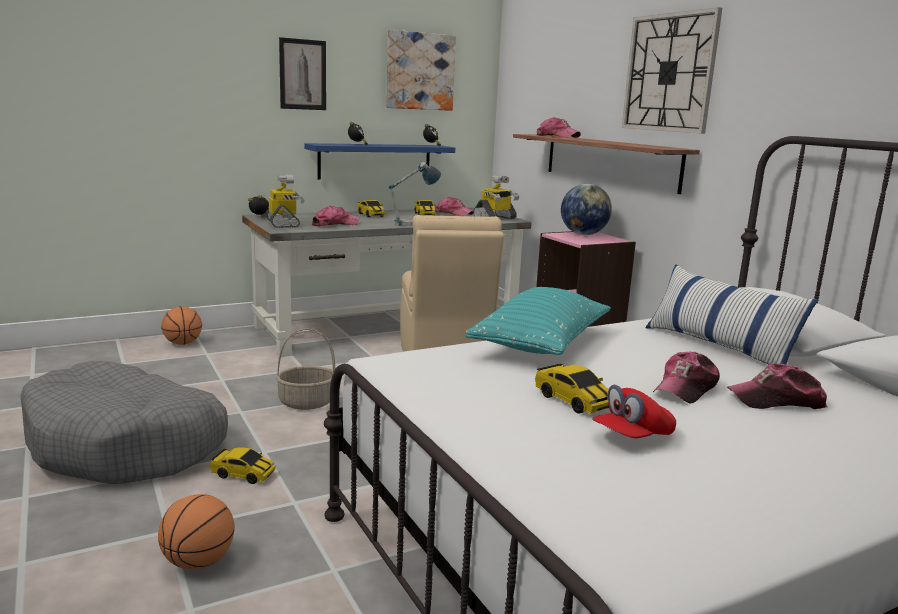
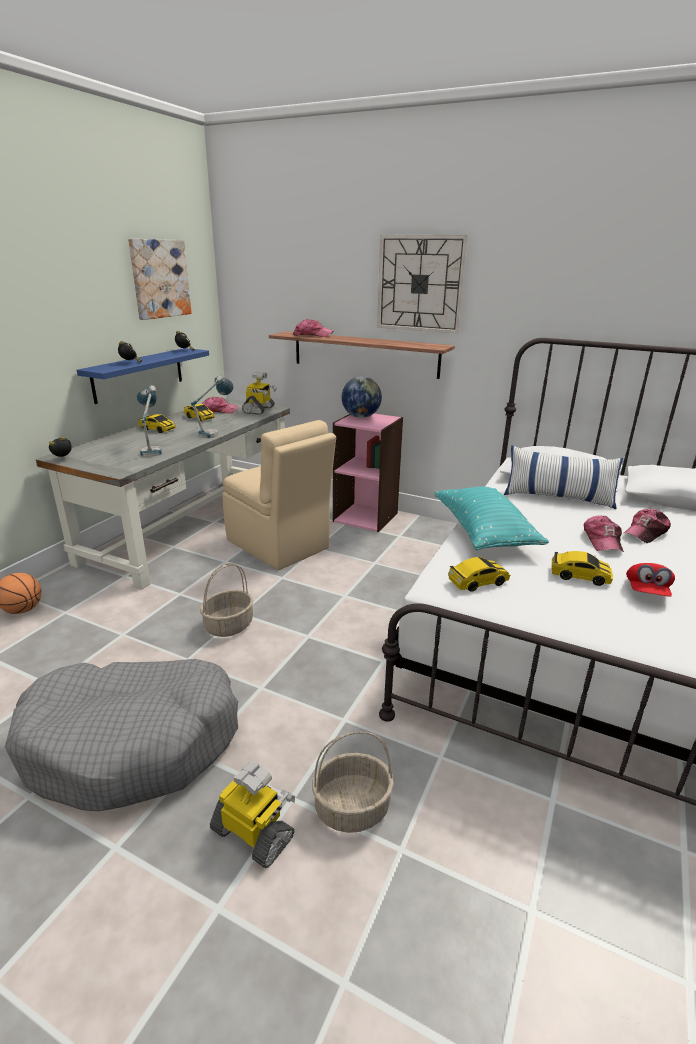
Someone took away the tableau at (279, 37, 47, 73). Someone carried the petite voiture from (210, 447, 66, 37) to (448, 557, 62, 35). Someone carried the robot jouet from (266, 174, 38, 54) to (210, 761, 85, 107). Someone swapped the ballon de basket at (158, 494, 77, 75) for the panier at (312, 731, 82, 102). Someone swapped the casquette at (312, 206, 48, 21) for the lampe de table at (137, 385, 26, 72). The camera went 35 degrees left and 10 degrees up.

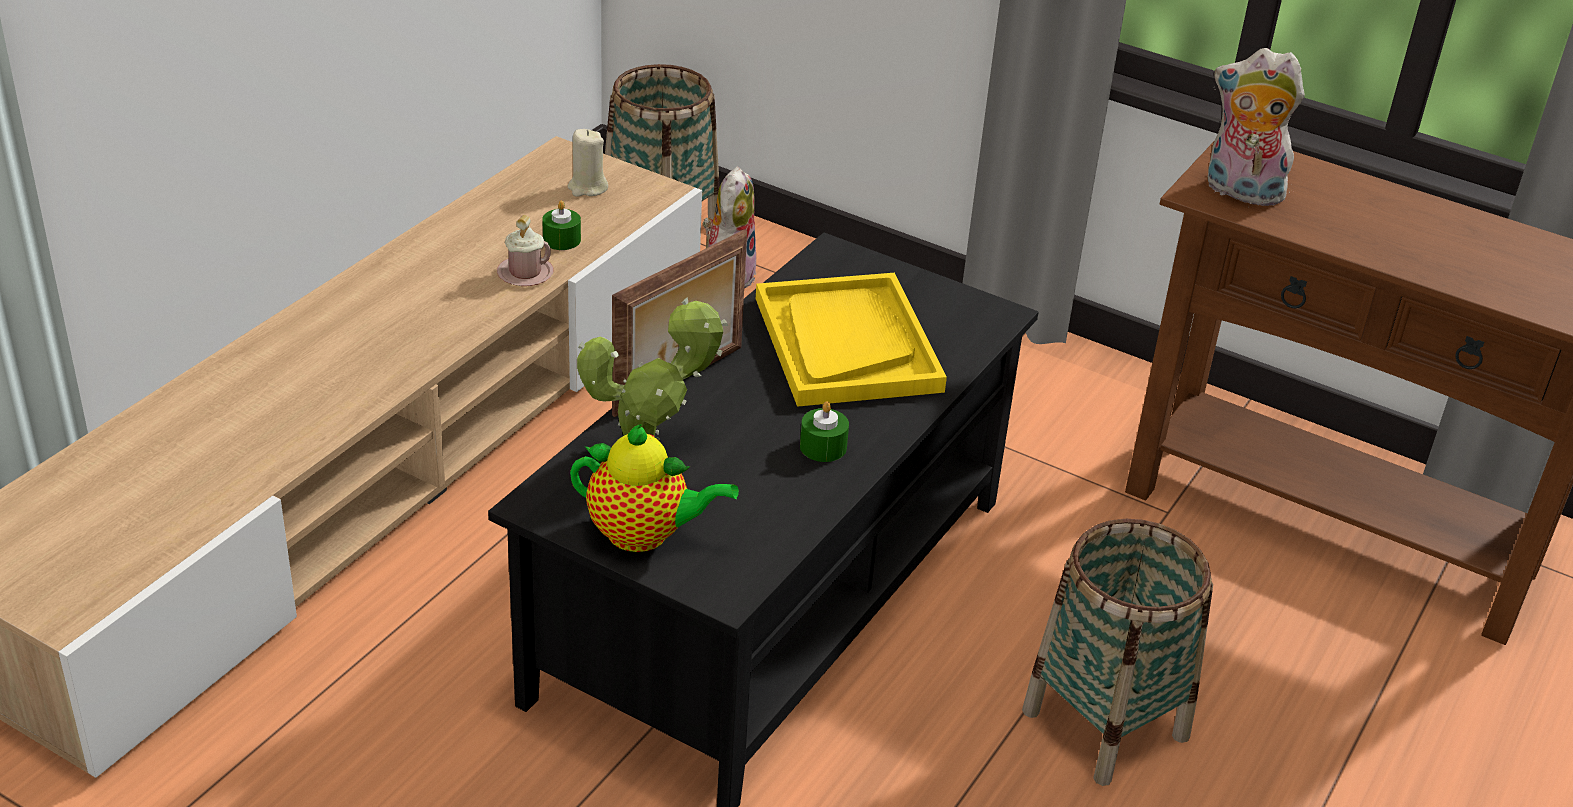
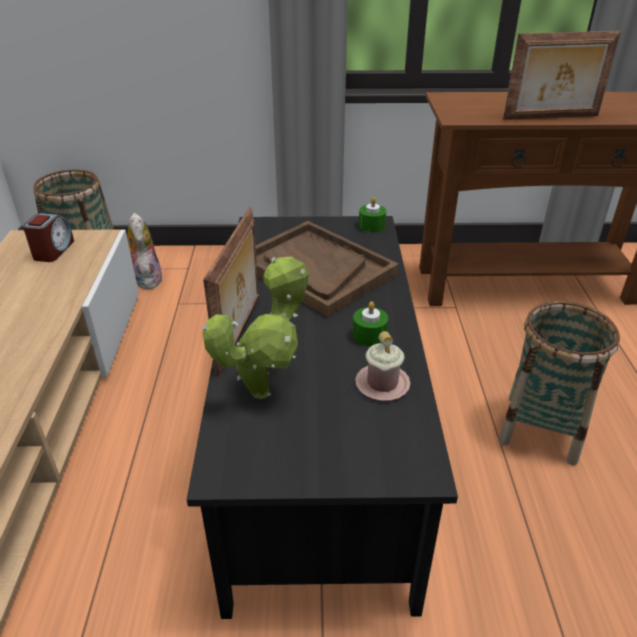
Someone took away the théière at (570, 424, 169, 128). Someone took away the peluche at (1208, 48, 97, 158). Someone put down the cadre photo at (503, 31, 118, 89). Someone carried the mug (rose) from (497, 215, 57, 71) to (355, 331, 56, 70). Someone carried the bougie (vert) from (542, 200, 39, 50) to (359, 197, 27, 36). Someone swapped the bougie (beige) at (568, 129, 40, 68) for the réveil at (23, 213, 51, 49). Someone repainted the plateau (jaune) at (756, 273, 191, 134), which became the plateau (marron) at (256, 221, 143, 96). The camera went 30 degrees left and 0 degrees up.

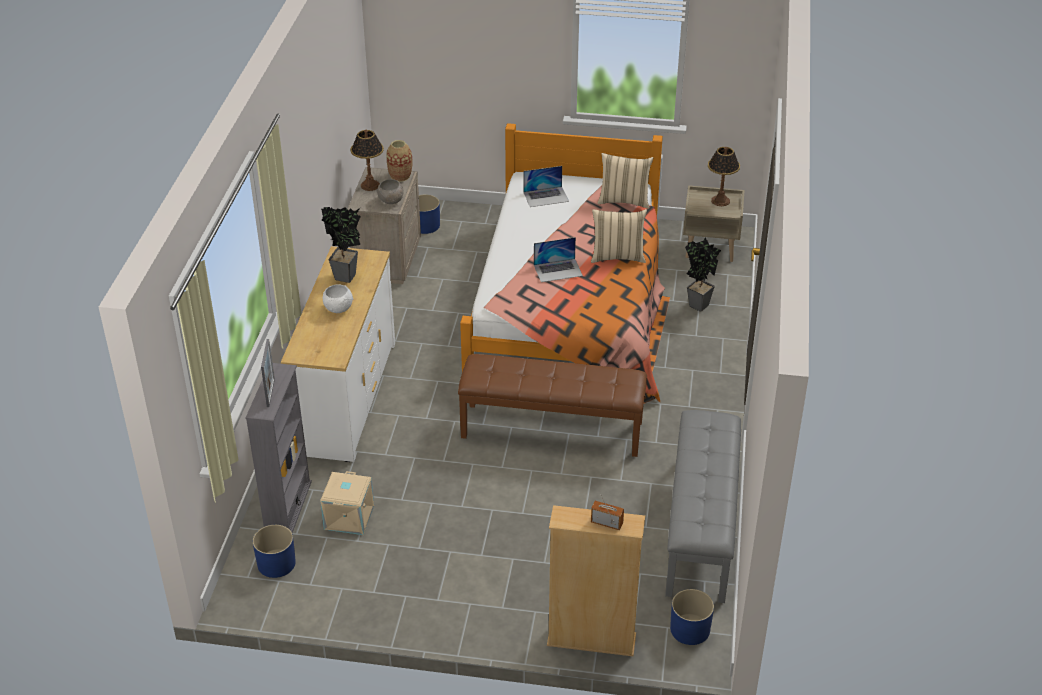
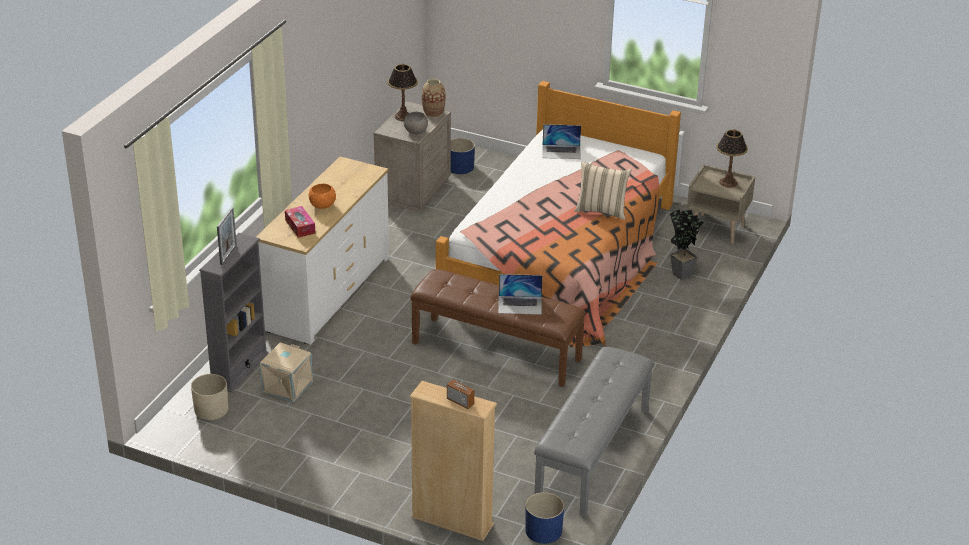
Someone took away the plante en pot at (321, 207, 39, 76). Someone took away the coussin (beige) at (597, 153, 56, 56). Someone put down the boîte à mouchoirs at (285, 206, 30, 32). Someone carried the ordinateur portable from (534, 237, 49, 45) to (498, 274, 45, 41). Someone repainted the cache-pot (bleu) at (253, 525, 43, 53), which became the cache-pot (beige) at (191, 374, 37, 46). Someone repainted the bol (blanc) at (323, 284, 30, 29), which became the bol (orange) at (309, 184, 27, 25). The camera went 15 degrees right and 5 degrees down.

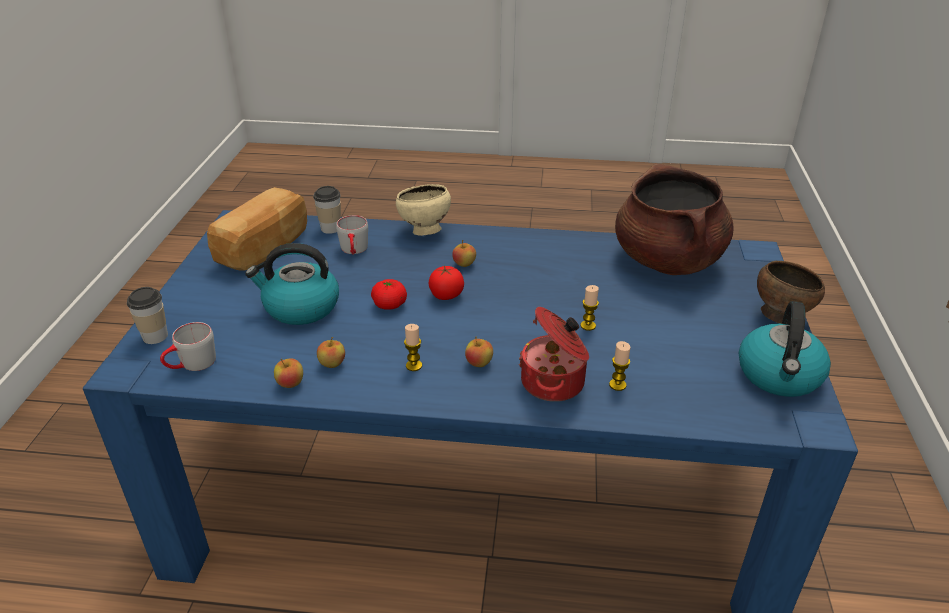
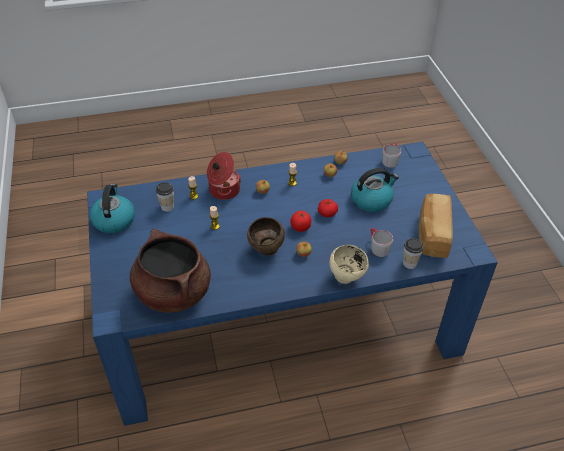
Someone carried the tasse from (127, 287, 41, 57) to (156, 182, 18, 30). Someone carried the bol (marron) from (757, 261, 68, 63) to (247, 217, 38, 39). The camera went 160 degrees right and 10 degrees up.

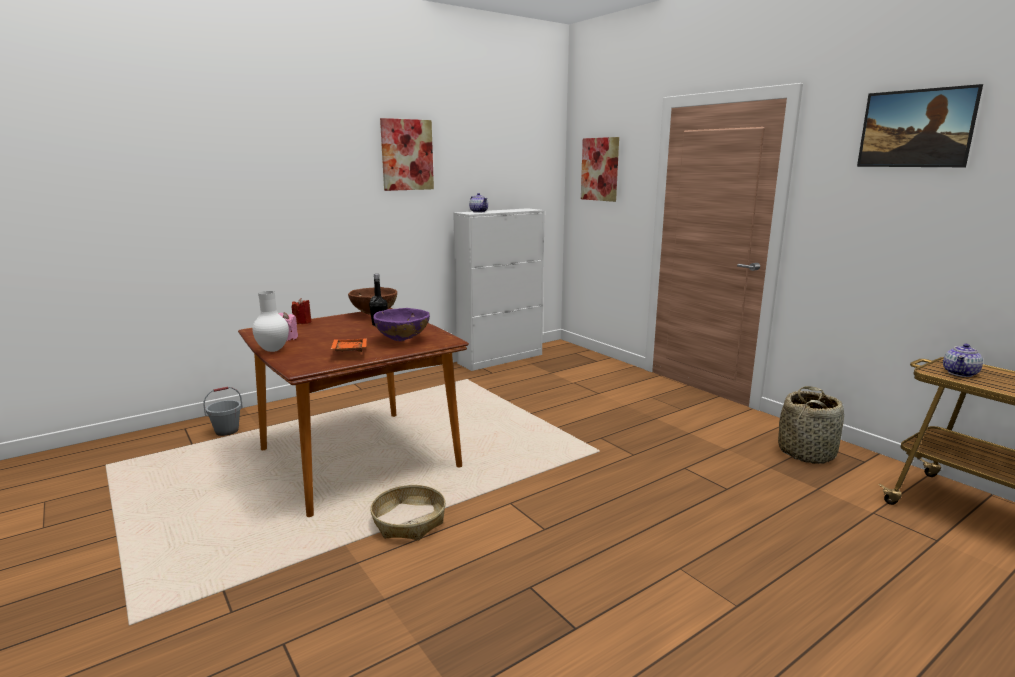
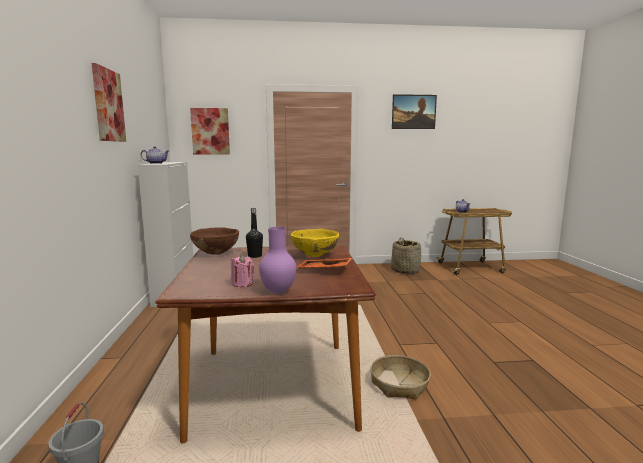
Someone took away the bougie (rouge) at (292, 298, 20, 26). Someone repainted the vase (blanc) at (252, 291, 37, 61), which became the vase (violet) at (259, 227, 37, 66). Someone repainted the bol (violet) at (373, 308, 57, 33), which became the bol (jaune) at (290, 229, 49, 28). The camera went 60 degrees left and 5 degrees down.

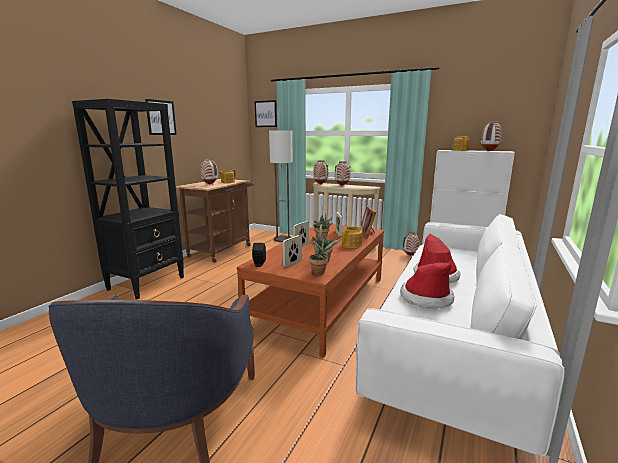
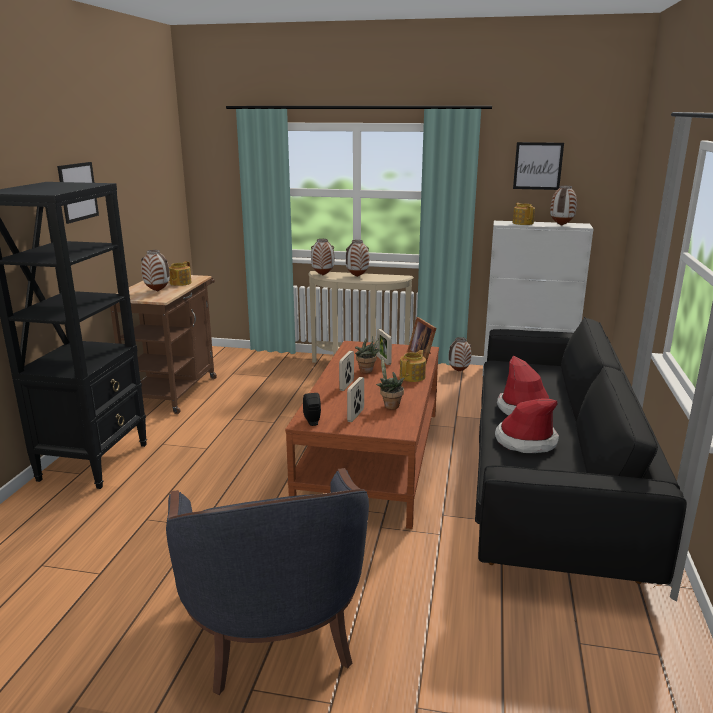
Someone took away the lampadaire at (269, 130, 24, 112). Someone took away the plante en pot at (309, 238, 33, 37). Someone carried the tableau from (255, 100, 22, 27) to (513, 142, 51, 48). Someone repainted the canapé (blanc) at (355, 214, 210, 242), which became the canapé (noir) at (475, 317, 212, 268). The camera went 15 degrees left and 5 degrees up.

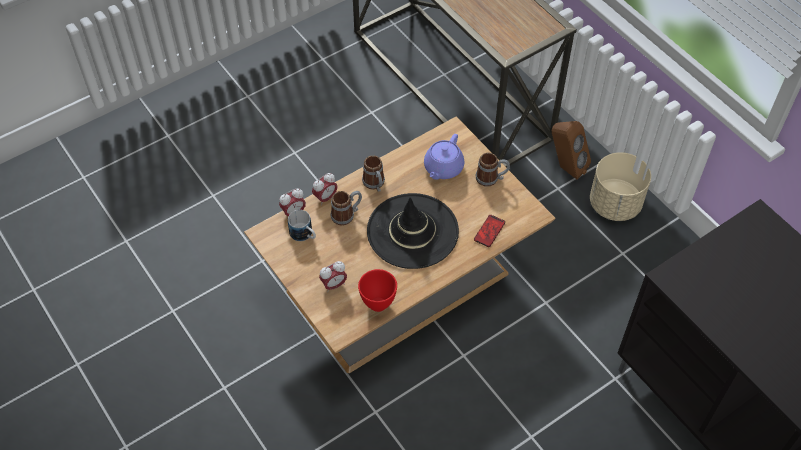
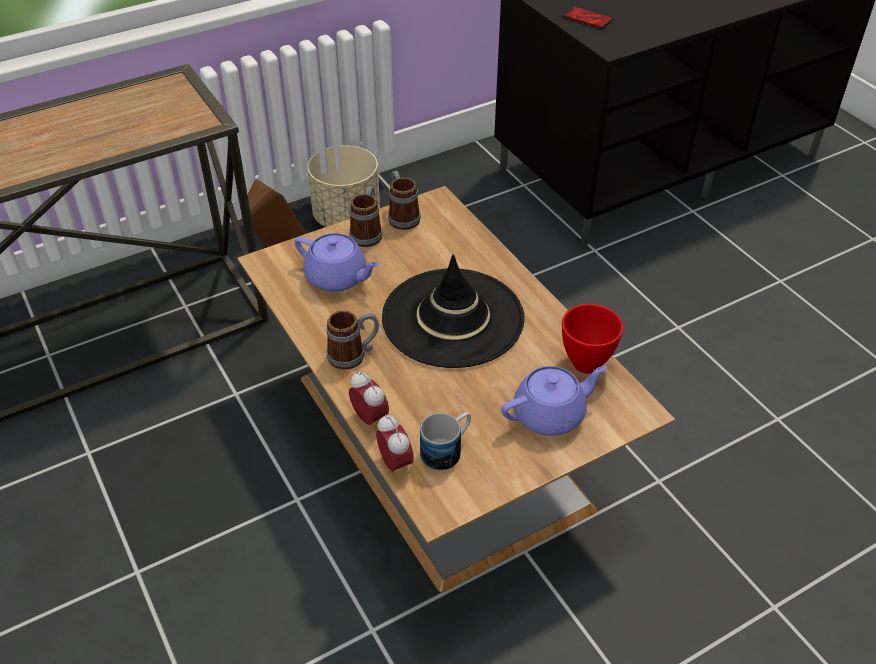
Someone carried the mug from (331, 191, 31, 34) to (388, 171, 33, 59). Someone carried the téléphone from (474, 215, 31, 32) to (562, 7, 50, 22). Someone swapped the réveil at (319, 261, 28, 31) for the théière (violet) at (501, 366, 106, 70). The camera went 85 degrees left and 10 degrees down.

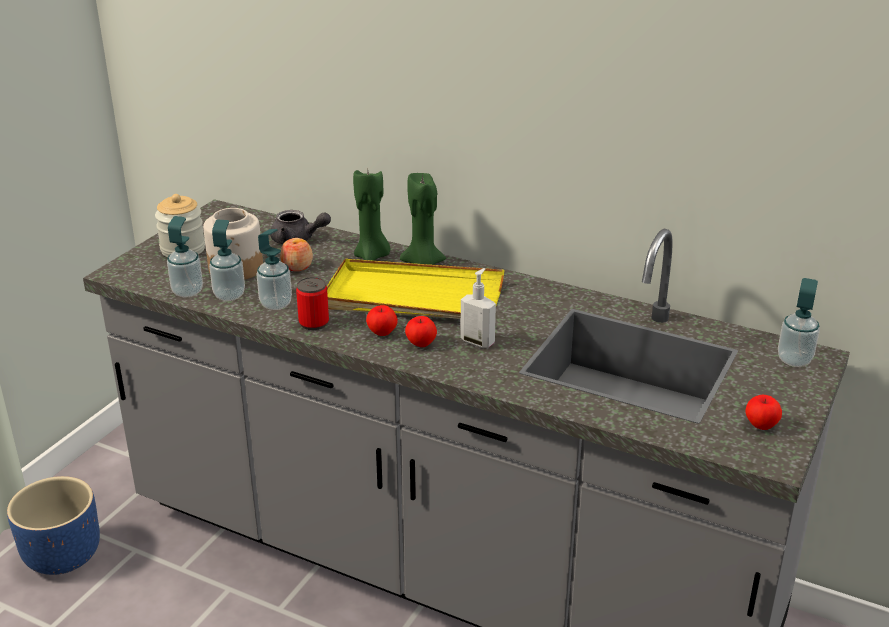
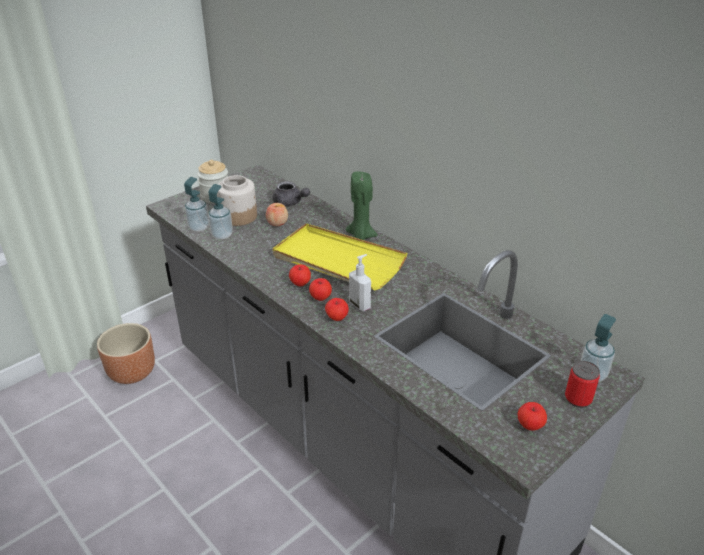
Someone took away the distributeur de savon at (257, 229, 35, 81). Someone took away the bougie (vert) at (353, 170, 37, 91). Someone put down the pomme at (325, 298, 24, 23). Someone carried the boîte métallique from (296, 277, 33, 53) to (565, 361, 35, 47). Someone repainted the cache-pot (bleu) at (7, 476, 93, 99), which became the cache-pot (marron) at (97, 323, 58, 61). The camera went 20 degrees right and 5 degrees up.

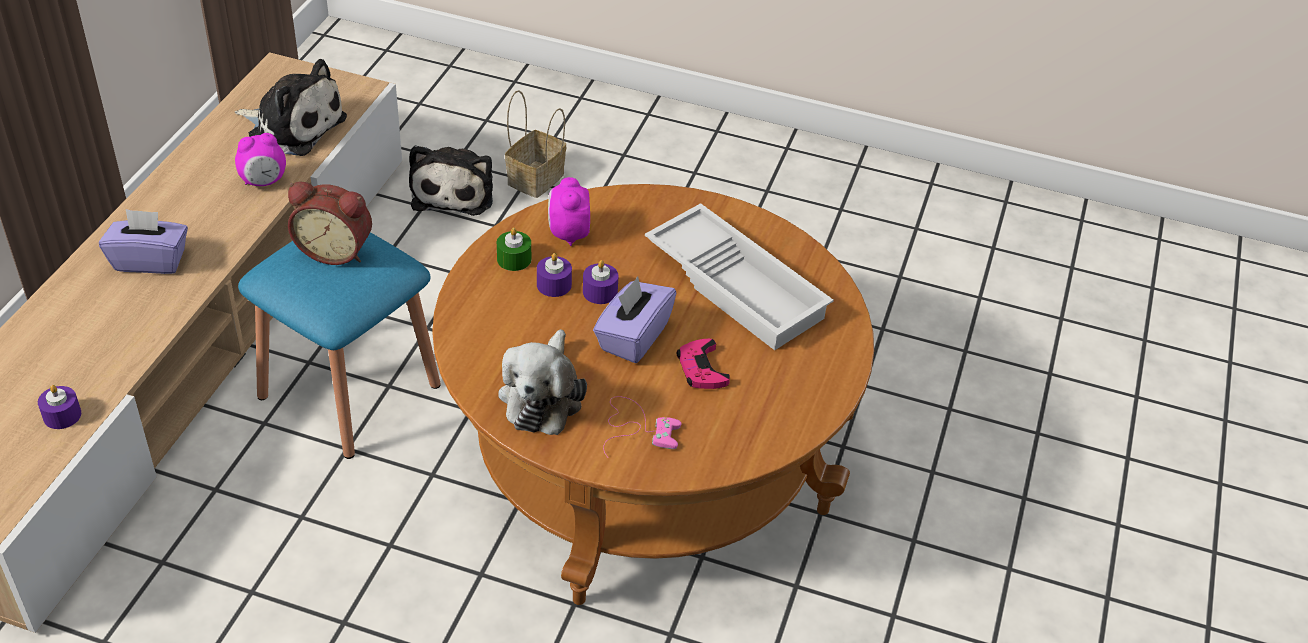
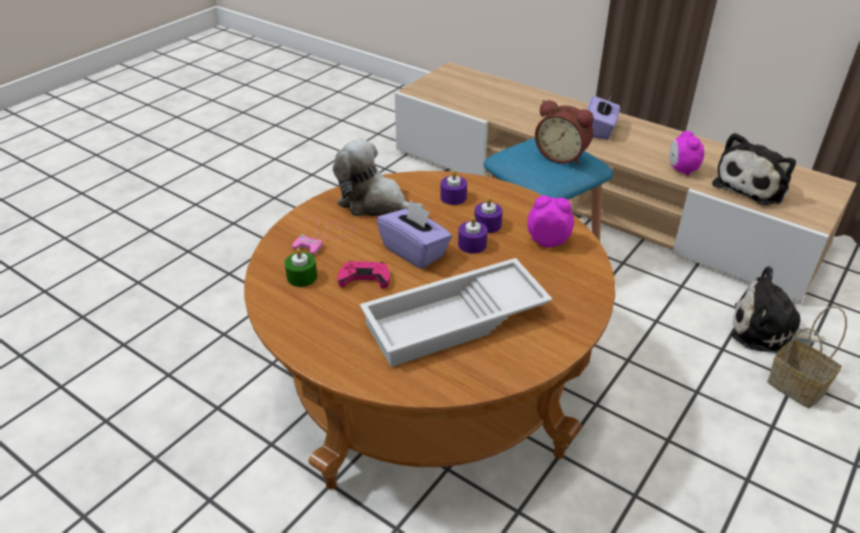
Someone carried the bougie (violet) from (38, 385, 43, 44) to (440, 170, 27, 35). Someone carried the bougie (vert) from (497, 227, 34, 44) to (285, 248, 32, 39). Someone rotated the réveil at (288, 182, 84, 83) by 90 degrees counterclockwise. The camera went 110 degrees right and 5 degrees down.

